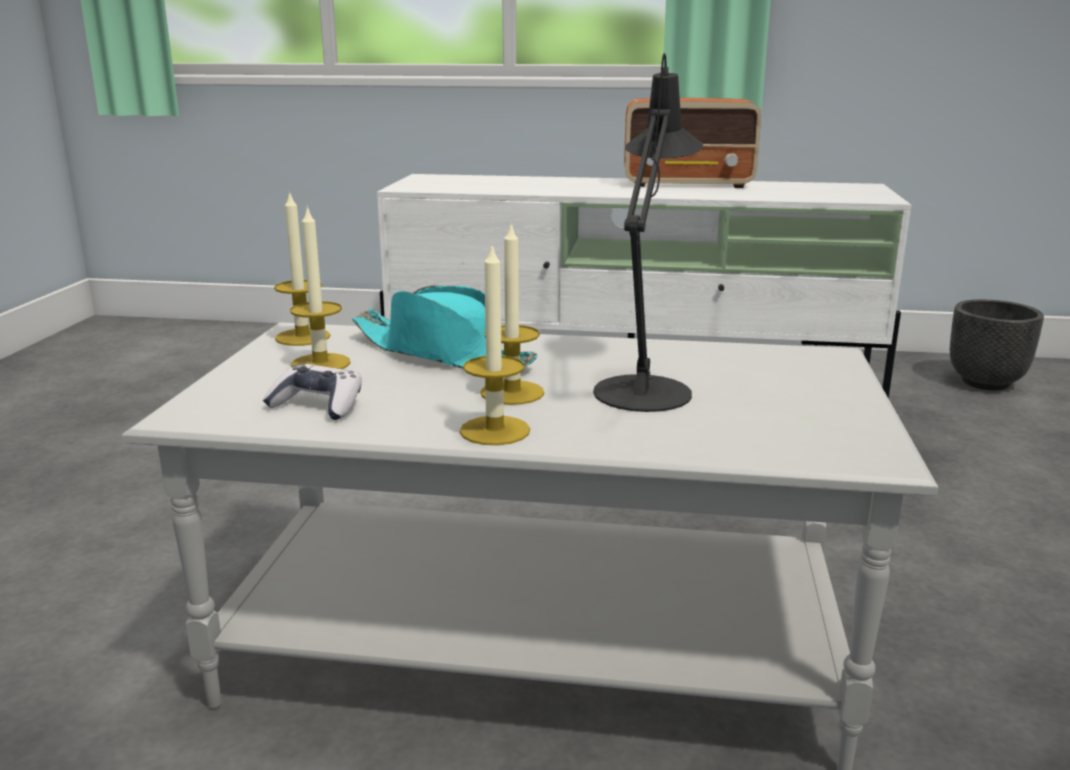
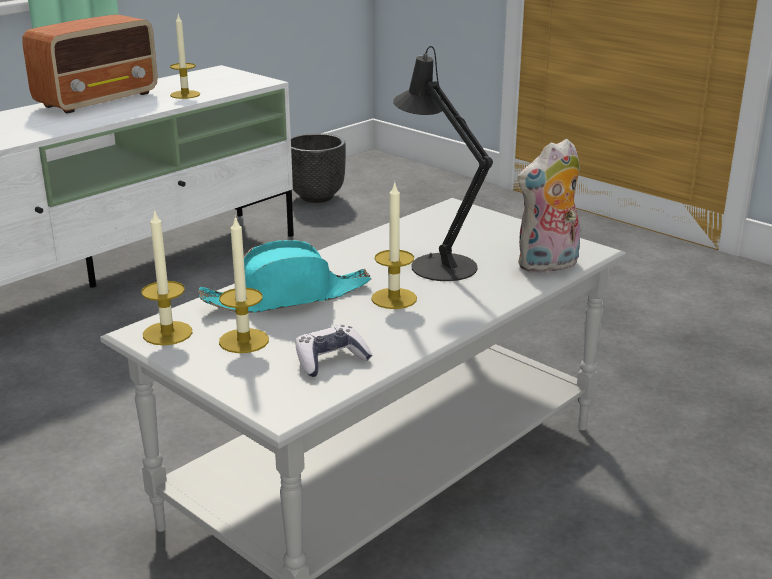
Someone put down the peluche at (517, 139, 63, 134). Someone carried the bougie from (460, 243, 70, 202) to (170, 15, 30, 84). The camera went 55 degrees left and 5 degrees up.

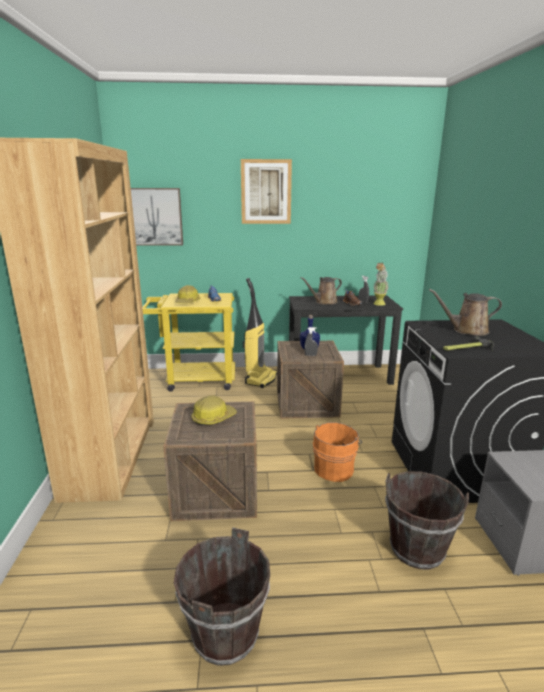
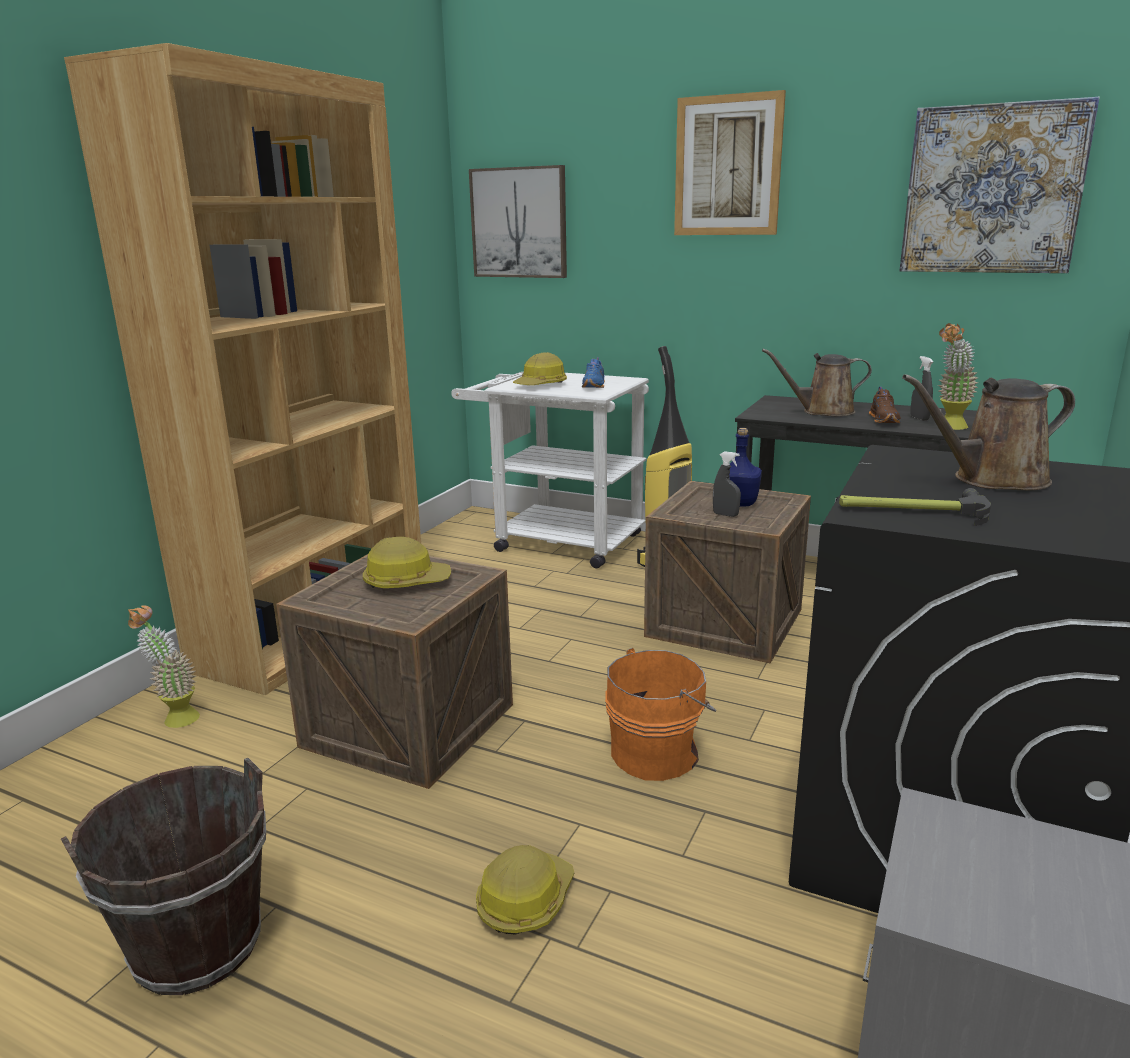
Someone took away the seau (marron) at (385, 471, 84, 98). Someone put down the plante en pot at (128, 605, 72, 123). Someone put down the casque de chantier at (476, 845, 98, 90). Someone put up the tableau at (899, 97, 201, 176). Someone repainted the chariot (jaune) at (142, 293, 93, 99), which became the chariot (blanc) at (451, 372, 198, 196). Someone rotated the arrosoir (marron) at (429, 289, 73, 47) by 45 degrees counterclockwise. The camera went 30 degrees right and 0 degrees up.

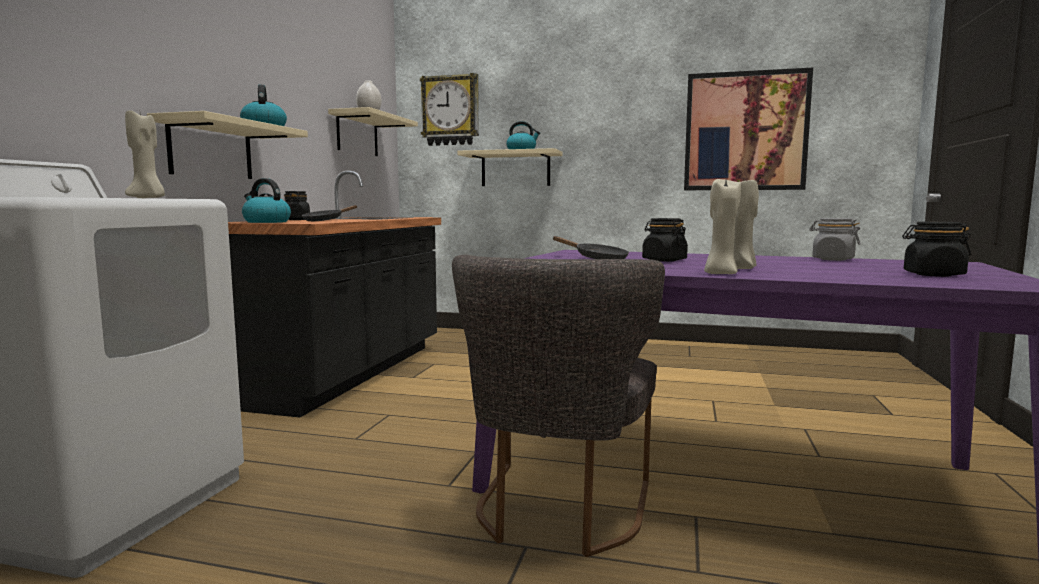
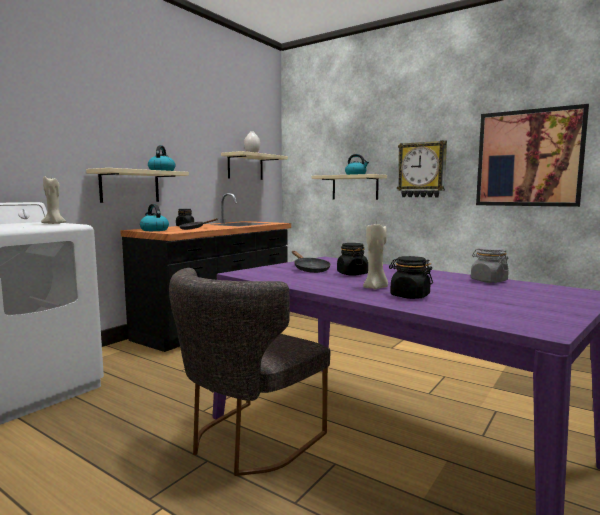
Someone took away the bougie (beige) at (704, 179, 37, 95). Someone carried the horloge murale from (420, 73, 59, 73) to (397, 140, 50, 57). Someone carried the bocal (noir) from (902, 222, 69, 55) to (389, 256, 44, 43). The camera went 20 degrees right and 0 degrees up.

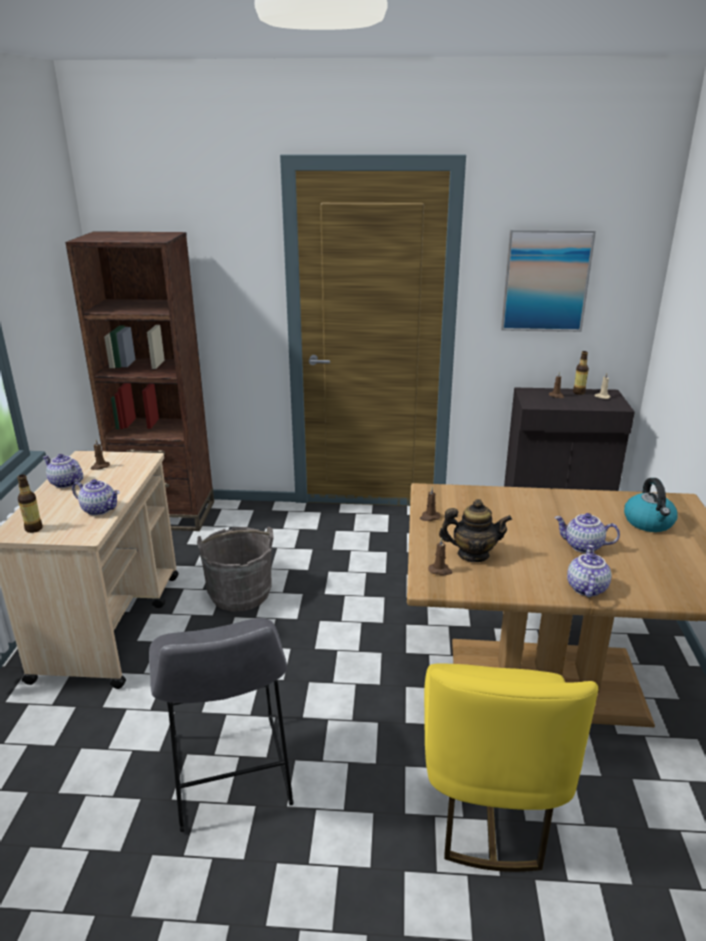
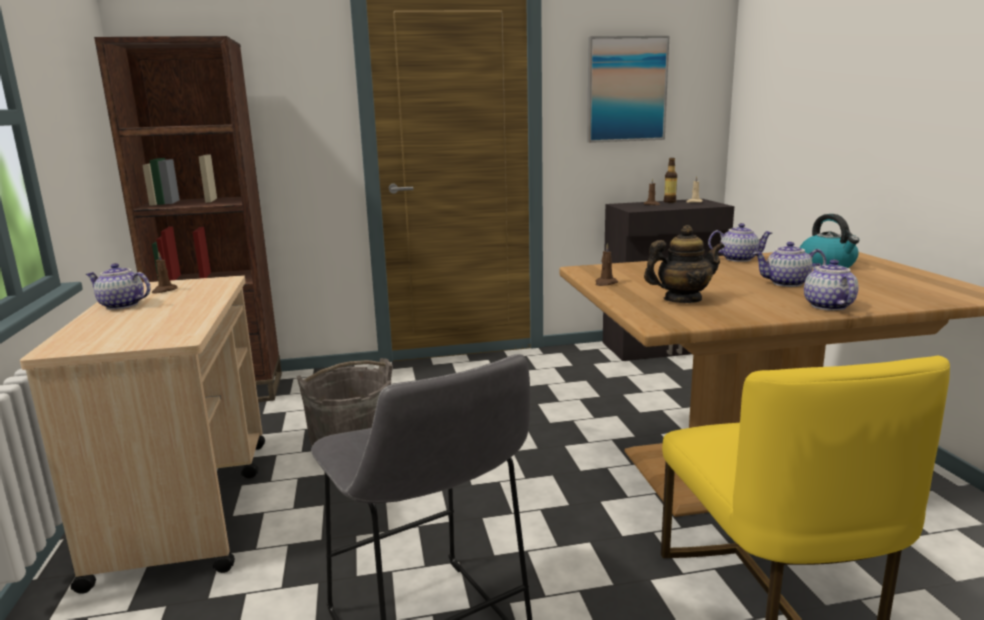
Someone took away the bouteille at (17, 475, 26, 58). Someone took away the bougie (marron) at (428, 537, 25, 39). Someone carried the théière from (72, 479, 48, 37) to (708, 223, 64, 39). The camera went 15 degrees left and 10 degrees down.

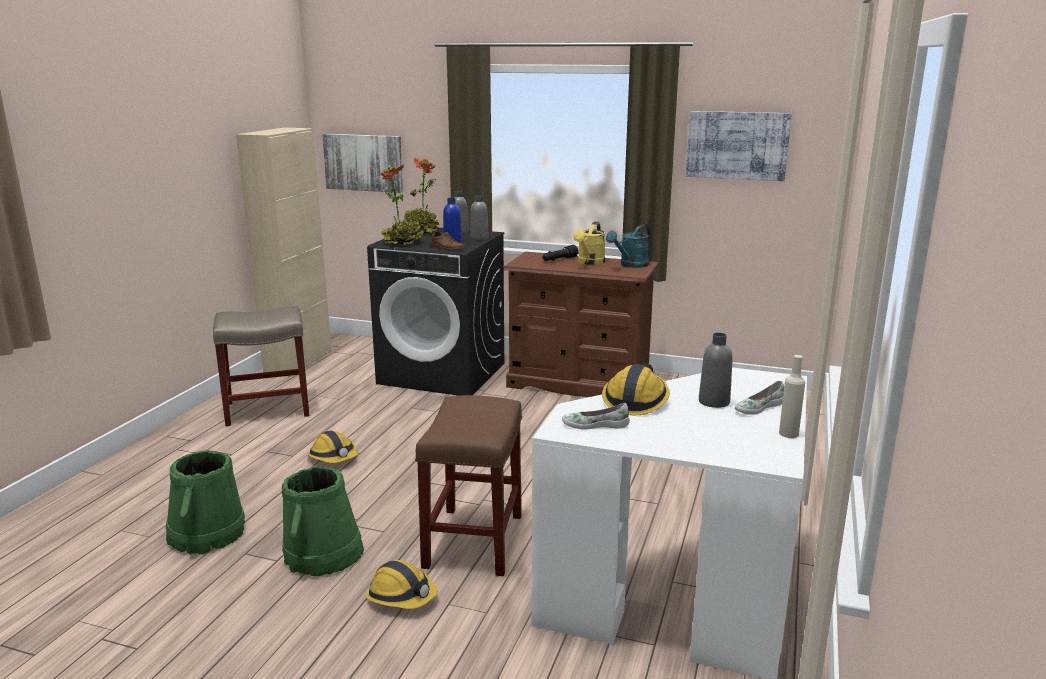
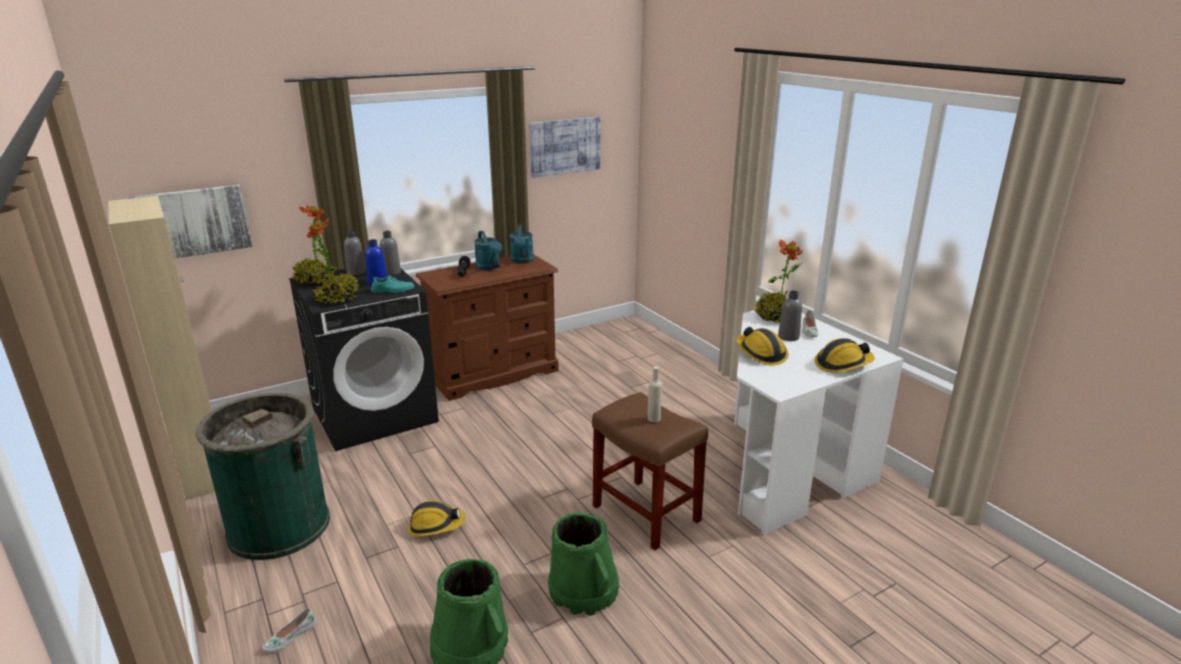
Someone put down the plante en pot at (754, 239, 50, 84). Someone carried the casque de chantier from (366, 560, 72, 49) to (815, 338, 60, 35). Someone carried the chaussure (blanc) from (562, 403, 68, 27) to (262, 608, 54, 45). Someone carried the bouteille (beige) from (779, 355, 26, 83) to (647, 366, 15, 56). Someone swapped the tabouret (beige) at (213, 306, 96, 120) for the poubelle (vert) at (196, 393, 134, 167). Someone repainted the chaussure (marron) at (430, 230, 34, 20), which became the chaussure (turquoise) at (371, 275, 43, 18). Someone repainted the arrosoir (jaune) at (573, 222, 32, 43), which became the arrosoir (turquoise) at (474, 231, 28, 39). The camera went 50 degrees left and 5 degrees up.

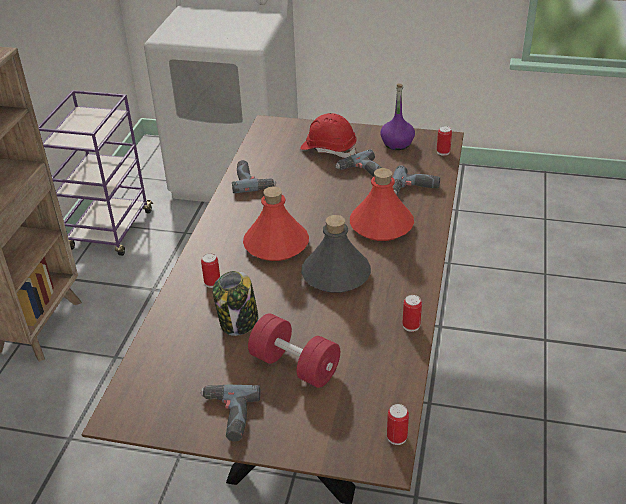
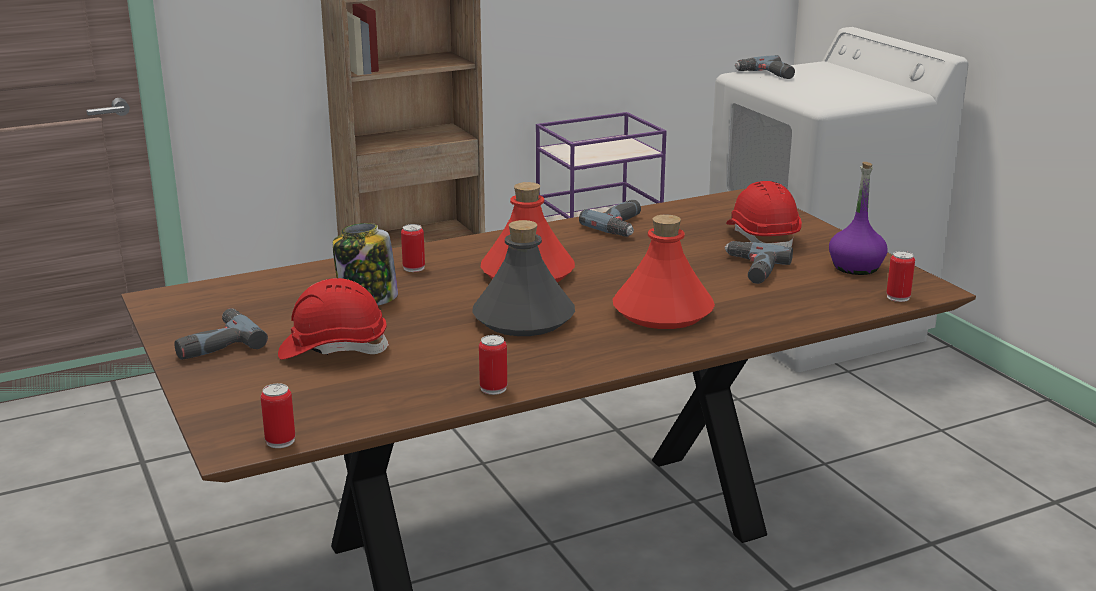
Someone carried the perceuse from (393, 166, 47, 29) to (734, 55, 61, 24). Someone swapped the haltère (rouge) at (248, 313, 92, 75) for the casque de chantier (rouge) at (278, 278, 111, 82). The camera went 50 degrees right and 15 degrees down.

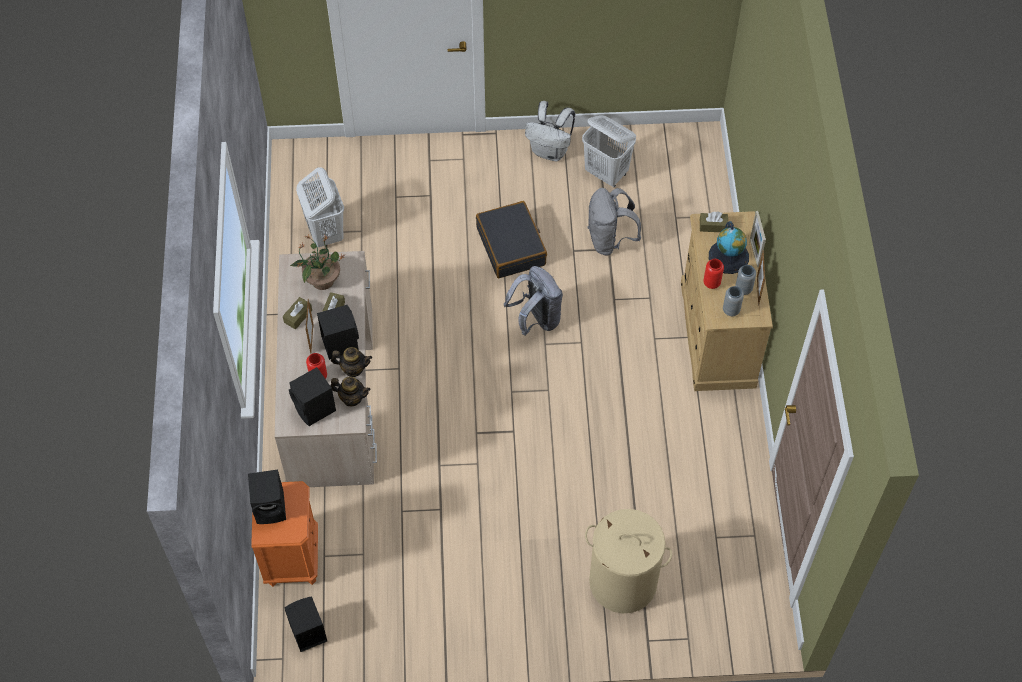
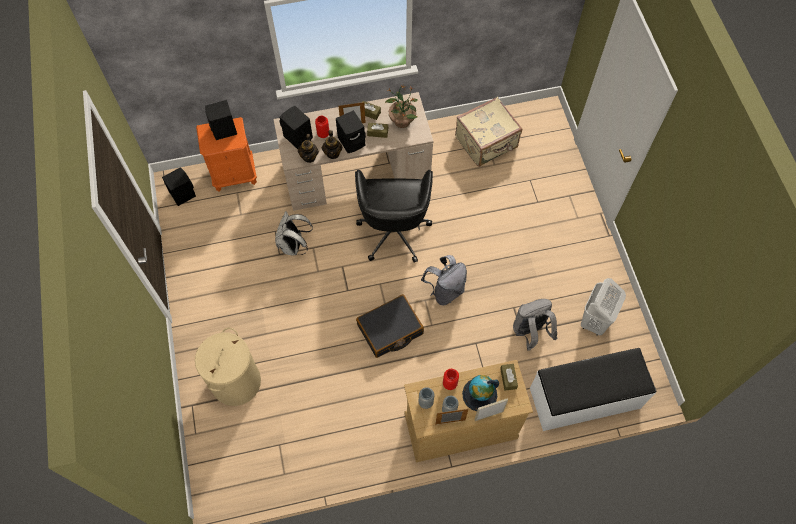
Someone put down the chaise de bureau (noir) at (355, 170, 78, 93). Someone put down the banc (blanc) at (530, 348, 126, 83). Someone carried the valise (noir) from (476, 201, 71, 77) to (356, 295, 68, 63). Someone carried the sac à dos (blanc) from (525, 101, 50, 60) to (275, 211, 38, 45). Someone swapped the panier à linge (blanc) at (296, 167, 48, 80) for the valise (beige) at (455, 97, 67, 70). The camera went 80 degrees right and 5 degrees up.

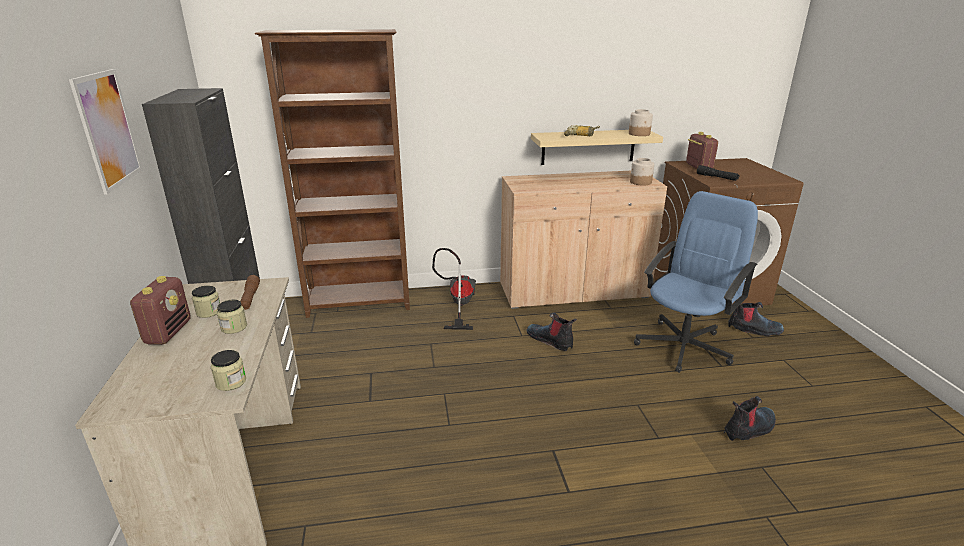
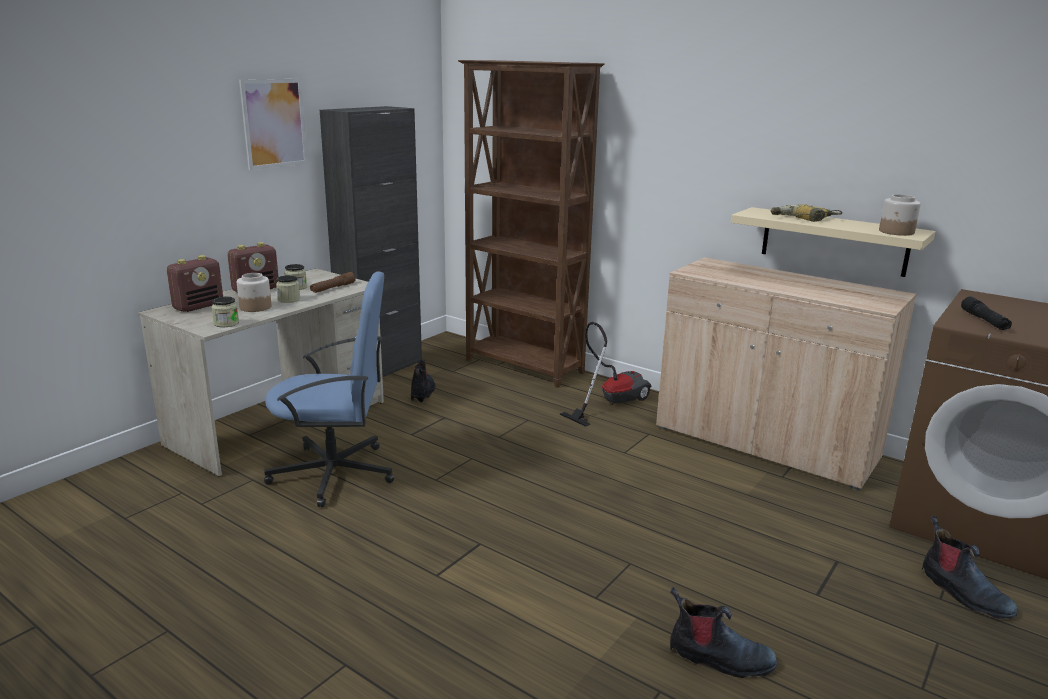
Someone carried the botte from (526, 313, 51, 38) to (411, 359, 24, 43). Someone carried the bocal from (630, 158, 24, 28) to (237, 273, 34, 39). Someone carried the chaise de bureau (bleu) from (634, 191, 124, 182) to (264, 271, 130, 237). Someone carried the radio from (686, 132, 32, 37) to (167, 255, 56, 57). The camera went 45 degrees right and 5 degrees down.

